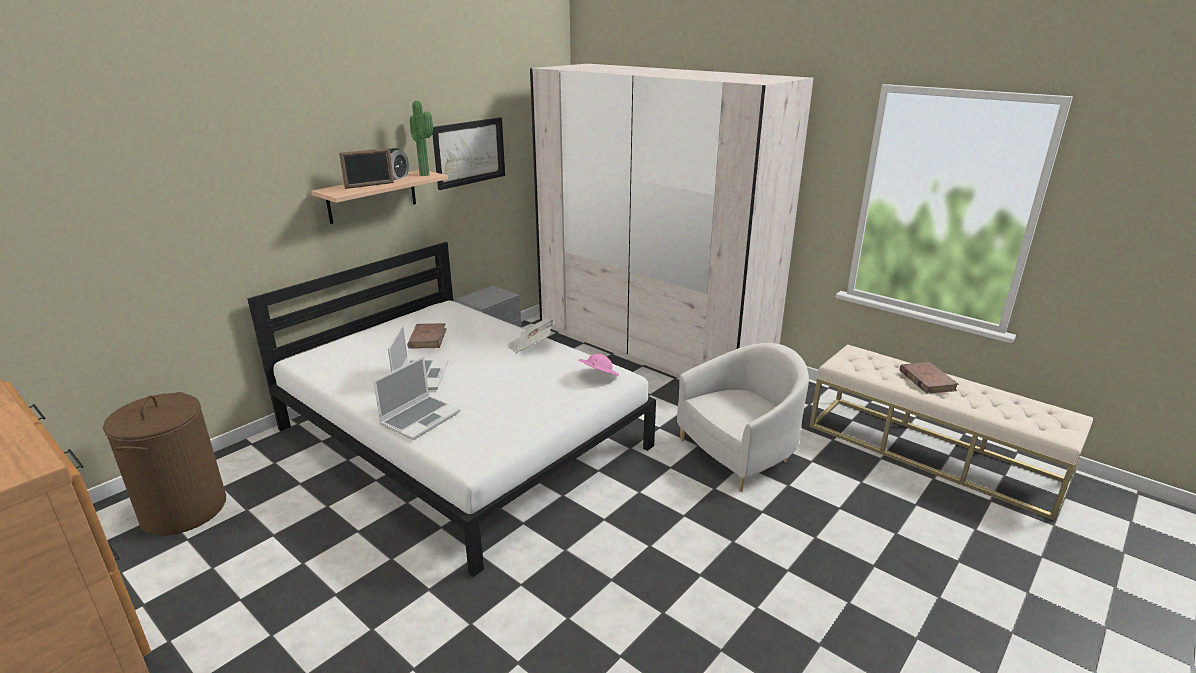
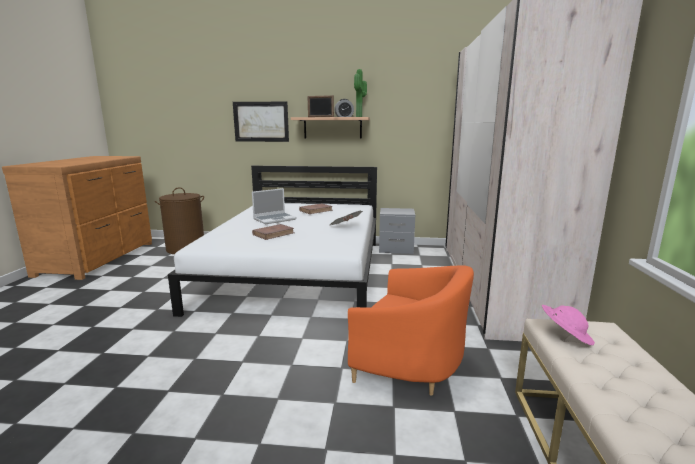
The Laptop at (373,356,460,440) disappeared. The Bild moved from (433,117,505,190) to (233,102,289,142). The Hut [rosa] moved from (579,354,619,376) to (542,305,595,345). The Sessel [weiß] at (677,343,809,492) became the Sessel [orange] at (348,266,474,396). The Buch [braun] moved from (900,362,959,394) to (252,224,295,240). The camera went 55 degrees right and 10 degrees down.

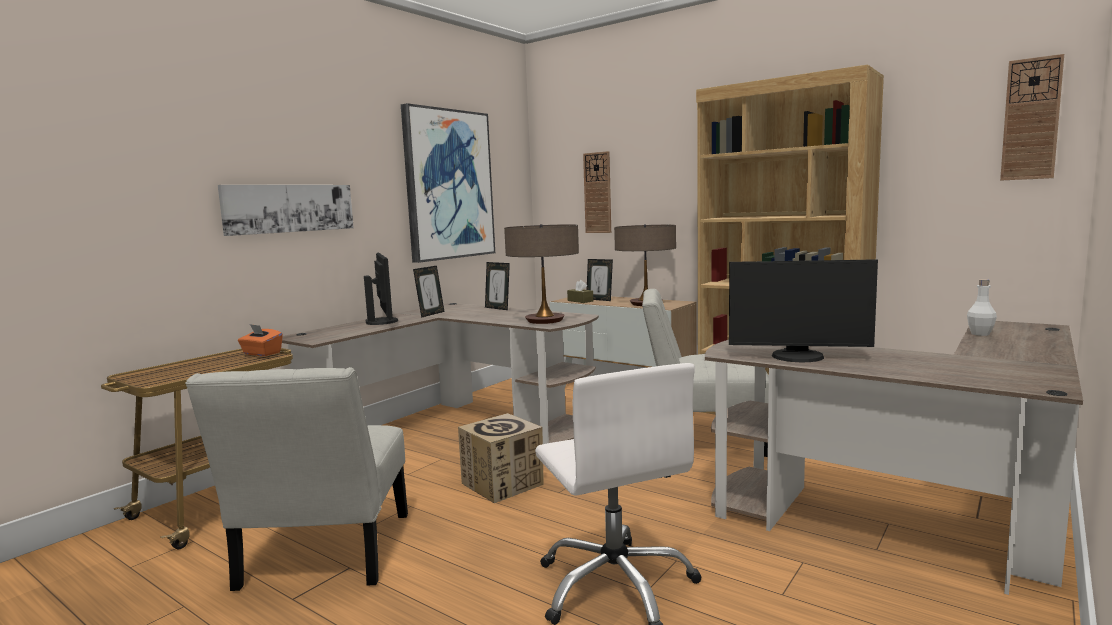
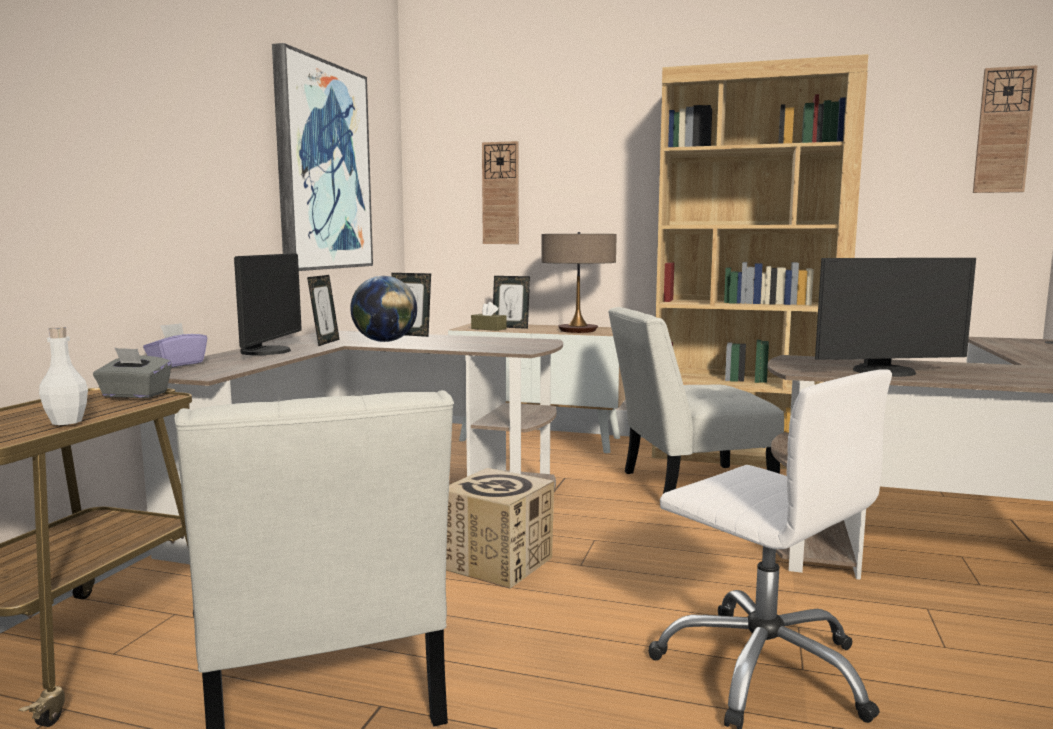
The Bild at (218,185,354,236) disappeared. The Taschentuchbox [orange] at (238,324,283,356) became the Taschentuchbox [grau] at (93,348,172,398). The Monitor at (364,253,398,325) turned 45 degrees clockwise. The Tischlampe at (504,224,579,324) disappeared. The Flasche [weiß] moved from (967,279,997,336) to (39,327,88,425). The Taschentuchbox [lila] at (143,323,207,367) appeared. The Globus at (350,276,417,342) appeared. The camera went 20 degrees left and 0 degrees up.

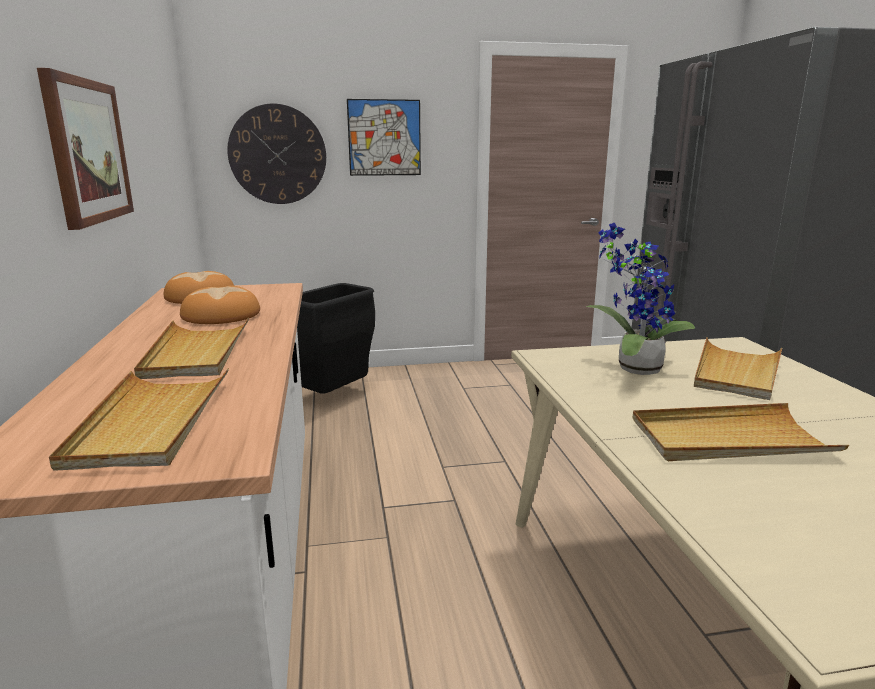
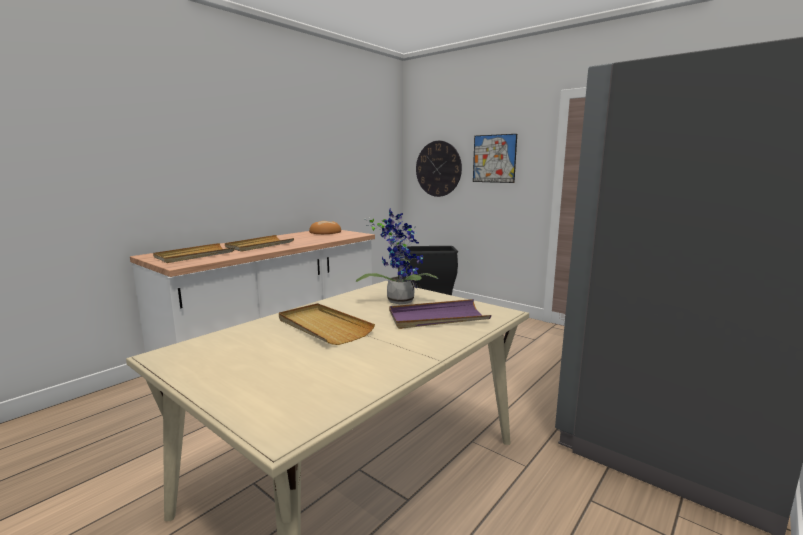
The Bild at (37,68,134,230) disappeared. The Brot at (180,286,260,324) disappeared. The Tablett [beige] at (694,337,782,400) became the Tablett [lila] at (389,299,491,329). The camera went 50 degrees right and 5 degrees down.

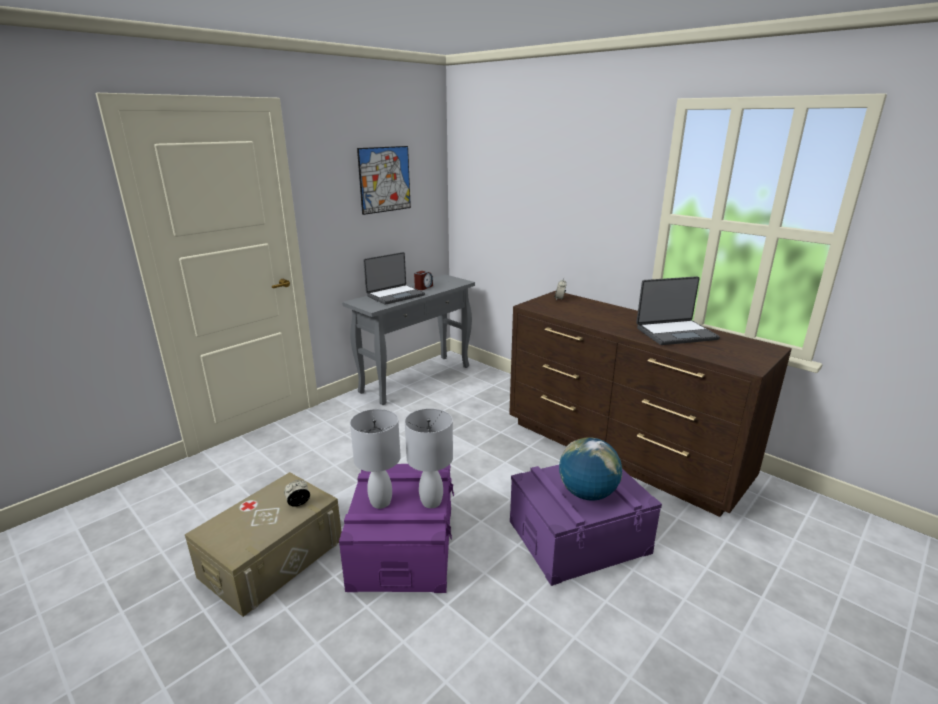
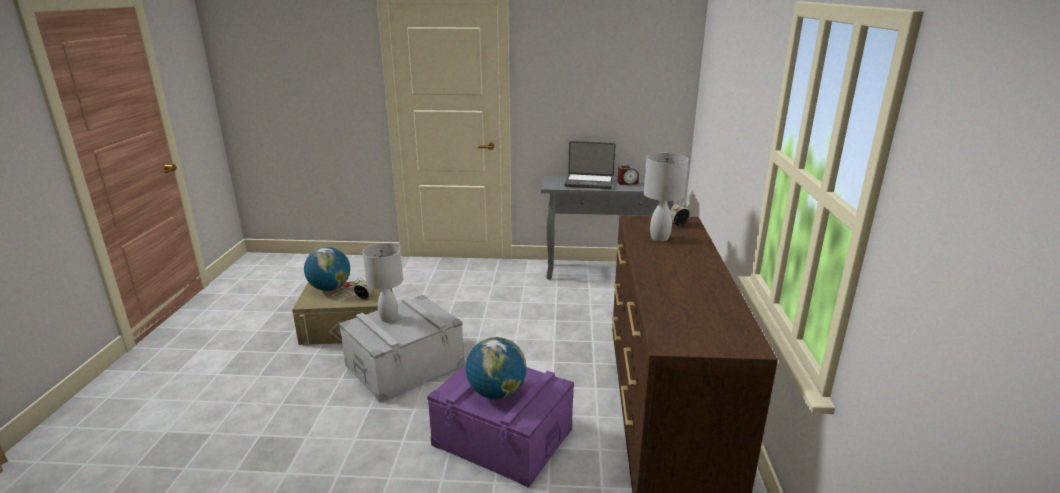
The Aufbewahrungsbox [lila] at (339,464,454,593) became the Aufbewahrungsbox [grau] at (339,295,465,402). The Bild at (357,146,411,215) disappeared. The Tischlampe [weiß] moved from (405,408,453,508) to (644,153,688,242). The Laptop at (636,276,720,345) disappeared. The Globus at (304,247,350,291) appeared. The camera went 50 degrees right and 0 degrees up.

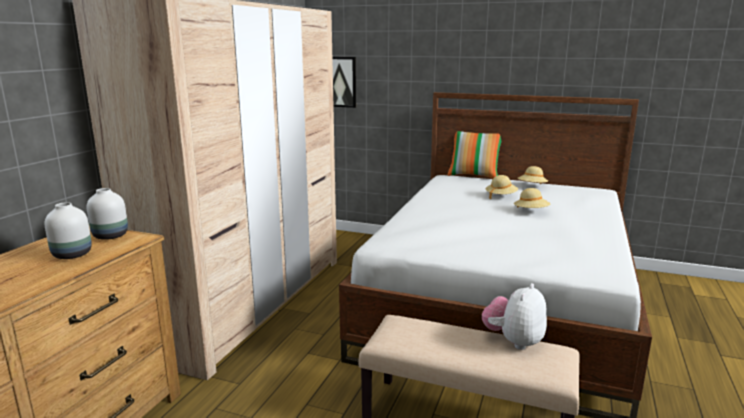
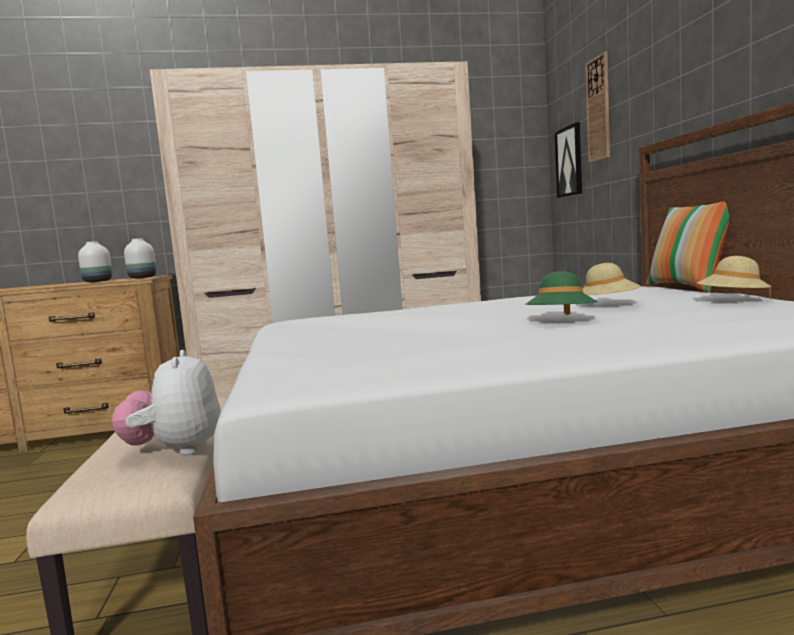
The Plüschtier at (482,283,547,350) turned 105 degrees counterclockwise. The Hut [beige] at (514,188,550,208) became the Hut [grün] at (526,271,597,315). The Wanduhr at (585,51,610,163) appeared. The camera went 60 degrees right and 10 degrees down.

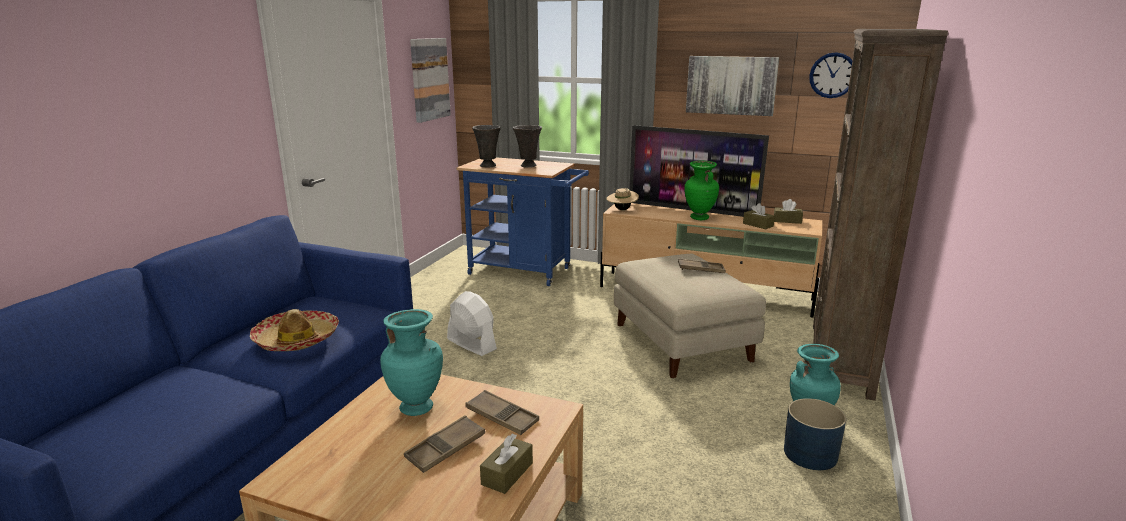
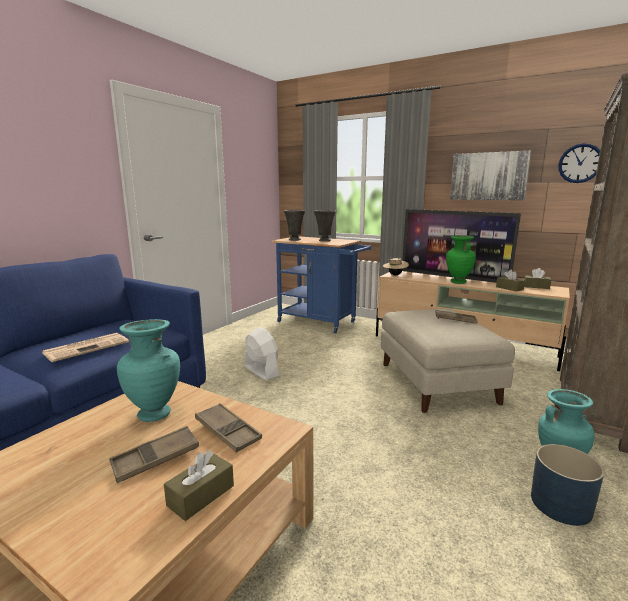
The Hut at (250,309,339,351) was replaced by the Zeitung at (42,333,129,362). The Bild at (410,38,451,123) disappeared. The camera went 10 degrees right and 5 degrees down.

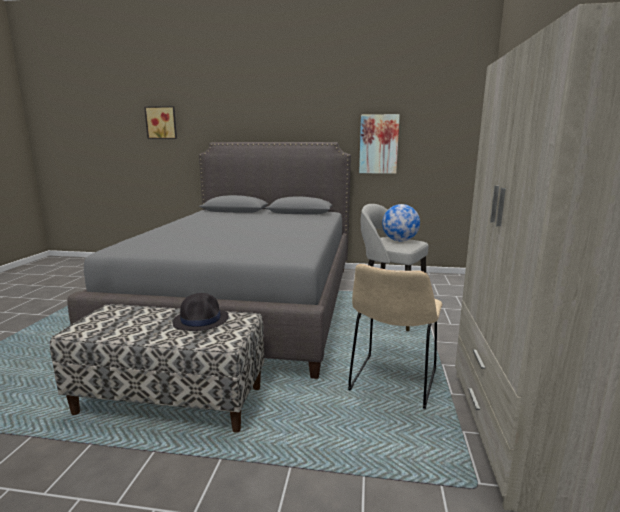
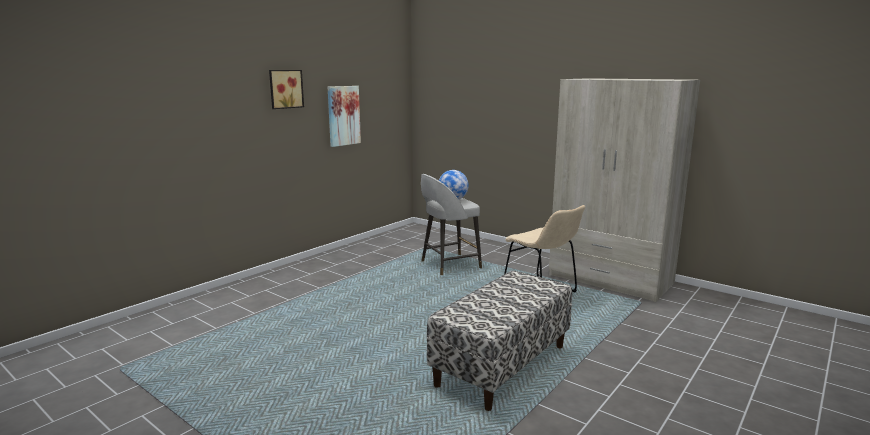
The Bett [grau] at (67,142,351,379) disappeared. The Bild moved from (144,106,177,139) to (269,70,304,109). The Hut [schwarz] at (172,293,229,331) disappeared. The camera went 60 degrees left and 0 degrees up.

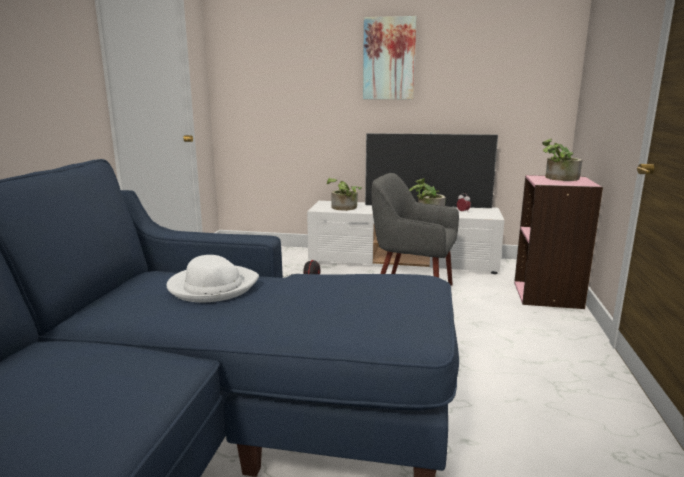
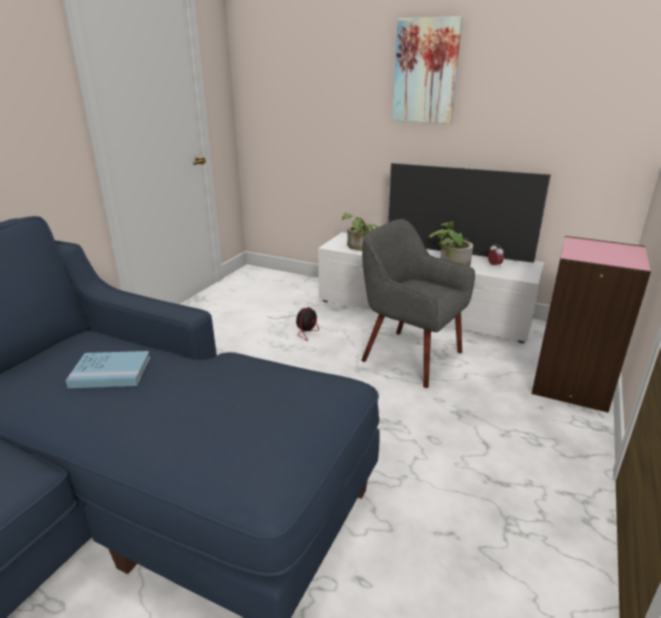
The Hut [weiß] at (166,255,259,302) was replaced by the Buch [blau] at (66,351,151,388). The Topfpflanze at (542,139,583,181) disappeared. The camera went 15 degrees right and 10 degrees up.

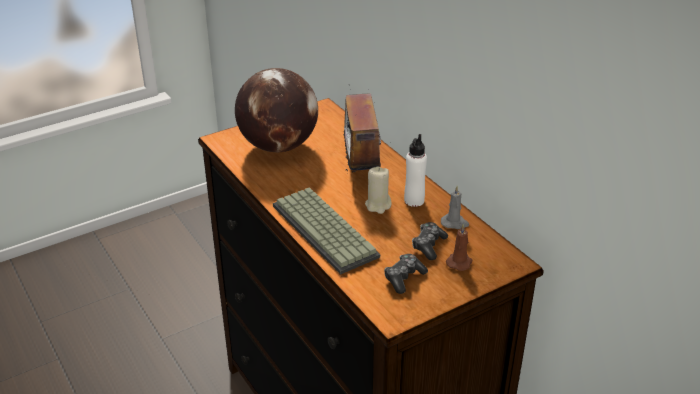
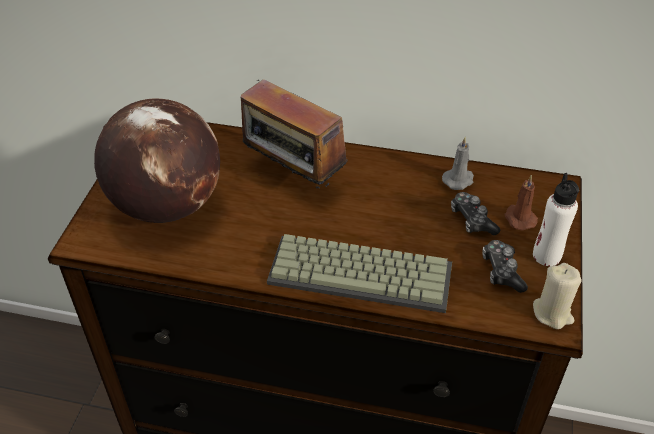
The Kerze [beige] moved from (365,166,391,214) to (533,263,582,329). The Flasche [weiß] moved from (404,134,427,207) to (533,173,579,266). The camera went 45 degrees left and 10 degrees up.

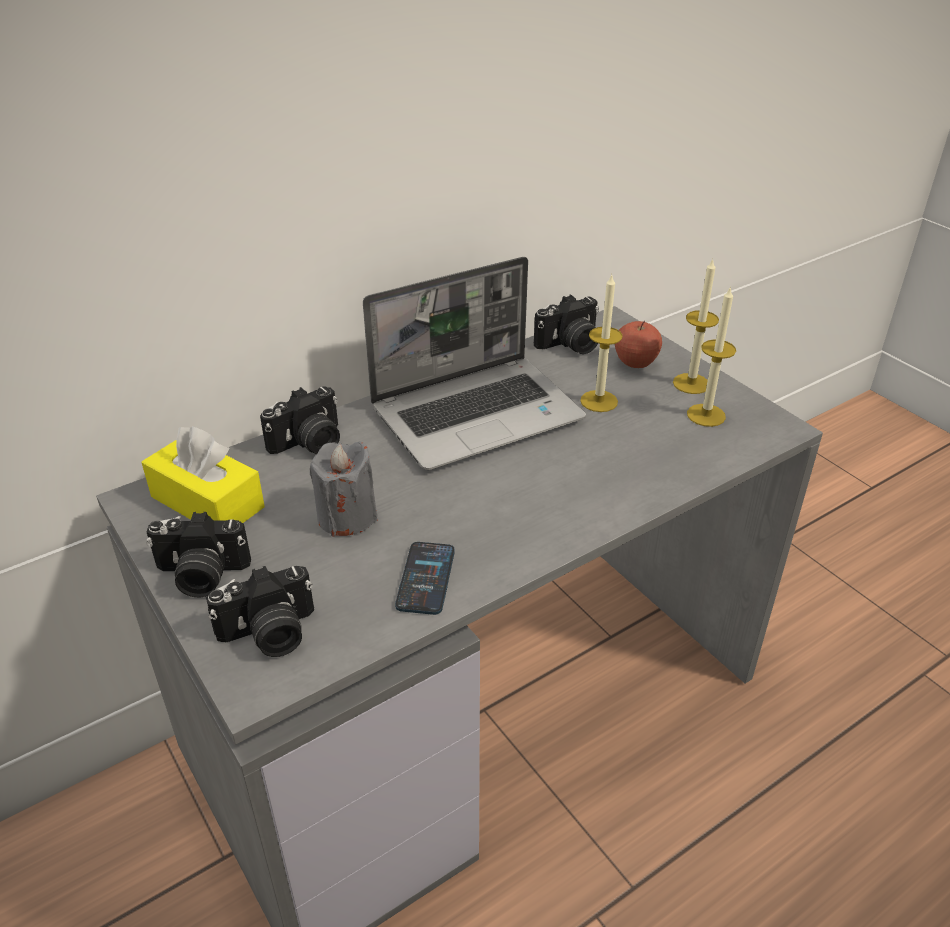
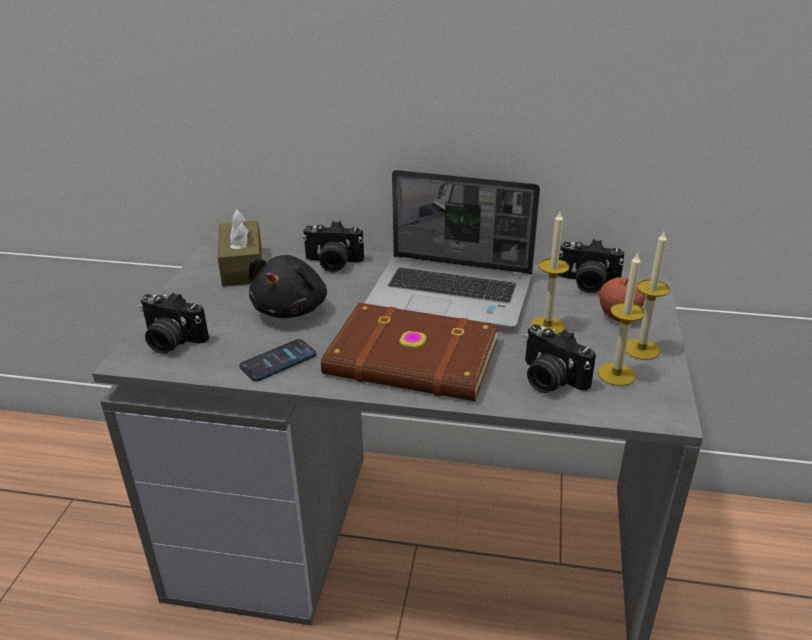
The Taschentuchbox [gelb] at (142,426,265,523) became the Taschentuchbox [braun] at (217,208,262,286). The Kamera moved from (146,512,251,598) to (525,324,596,393). The Kerze [grau] at (310,442,377,537) was replaced by the Plüschtier [schwarz] at (248,255,327,318). The Buch [braun] at (321,303,499,401) appeared. The camera went 45 degrees right and 5 degrees down.

